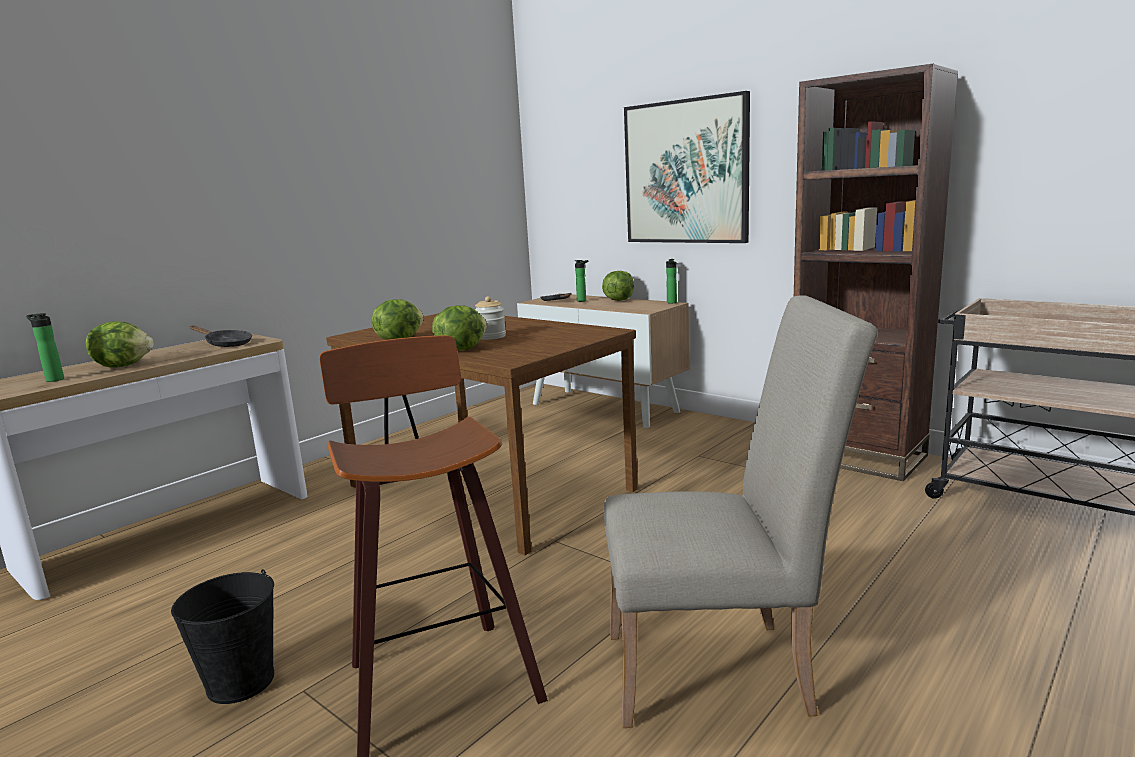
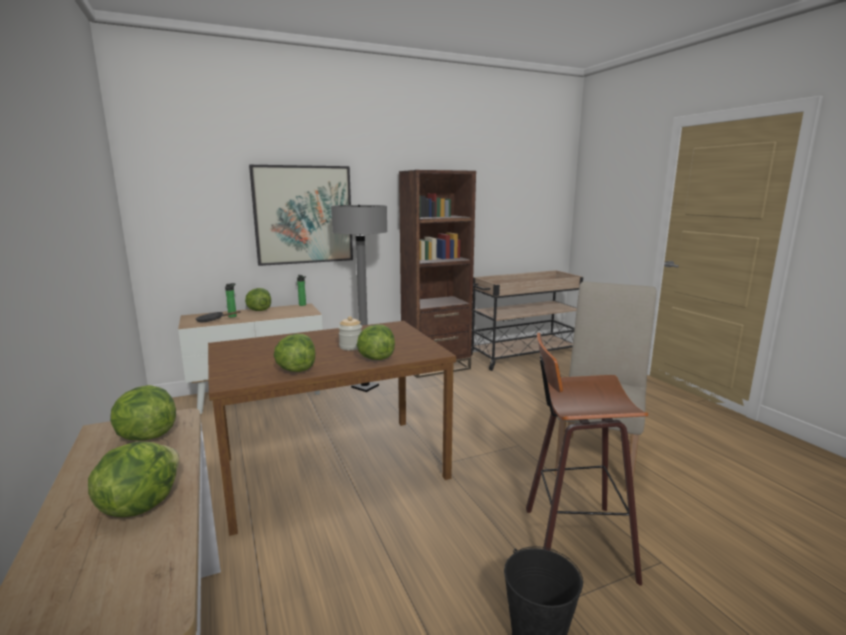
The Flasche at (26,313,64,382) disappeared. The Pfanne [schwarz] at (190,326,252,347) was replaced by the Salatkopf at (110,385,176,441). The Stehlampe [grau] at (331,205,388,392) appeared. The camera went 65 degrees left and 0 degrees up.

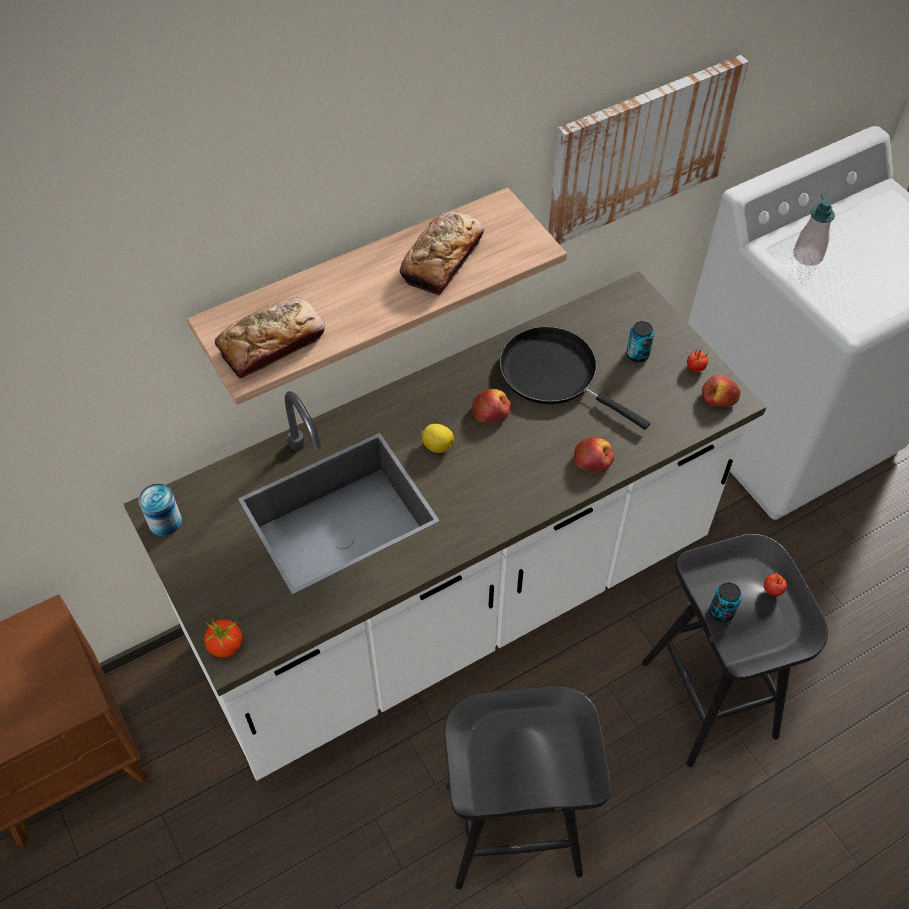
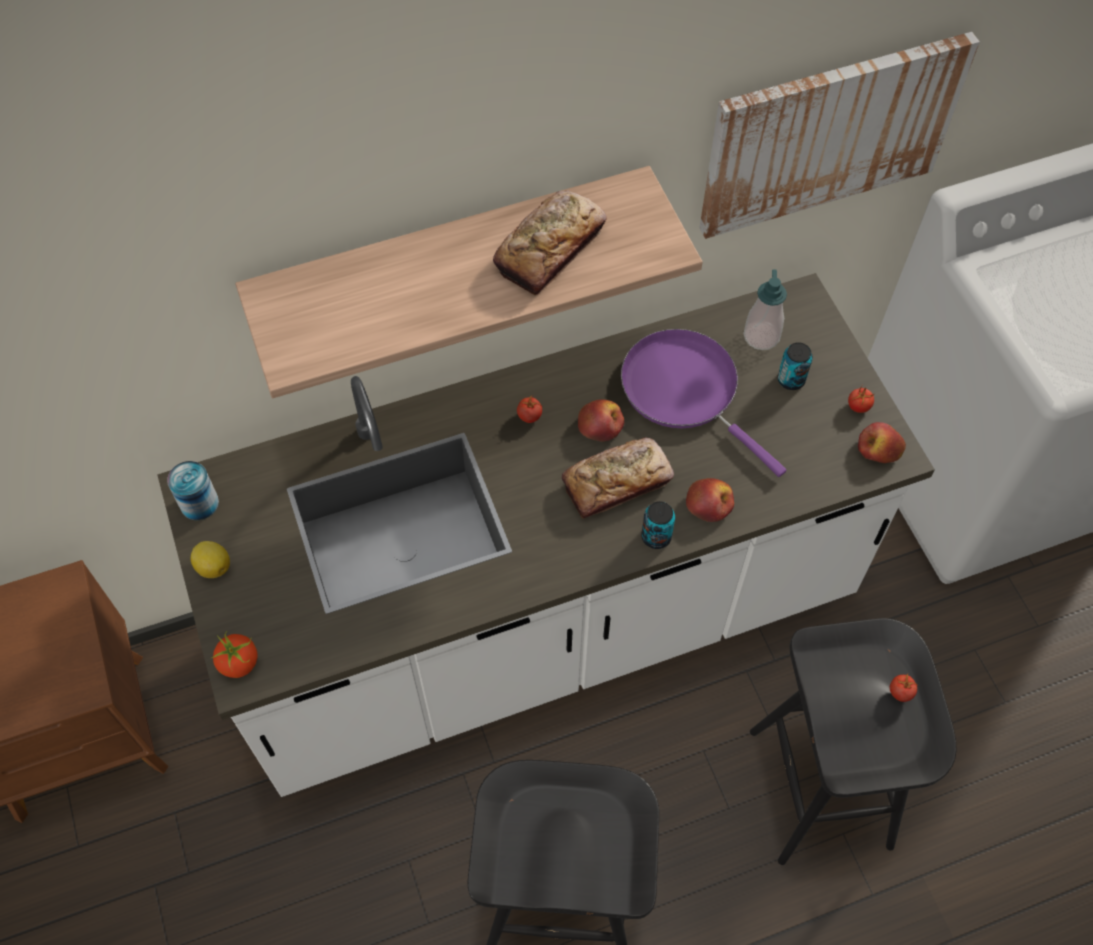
The Brot moved from (215,298,325,378) to (562,437,674,518). The Zitrone moved from (421,424,454,453) to (191,541,230,578). The Pfanne [schwarz] at (500,326,650,430) became the Pfanne [lila] at (621,329,786,477). The Dose moved from (709,582,742,622) to (641,501,675,549). The Seifenspender moved from (793,194,835,266) to (744,269,787,350). The Tomate at (517,395,542,423) appeared. The camera went 10 degrees right and 5 degrees up.

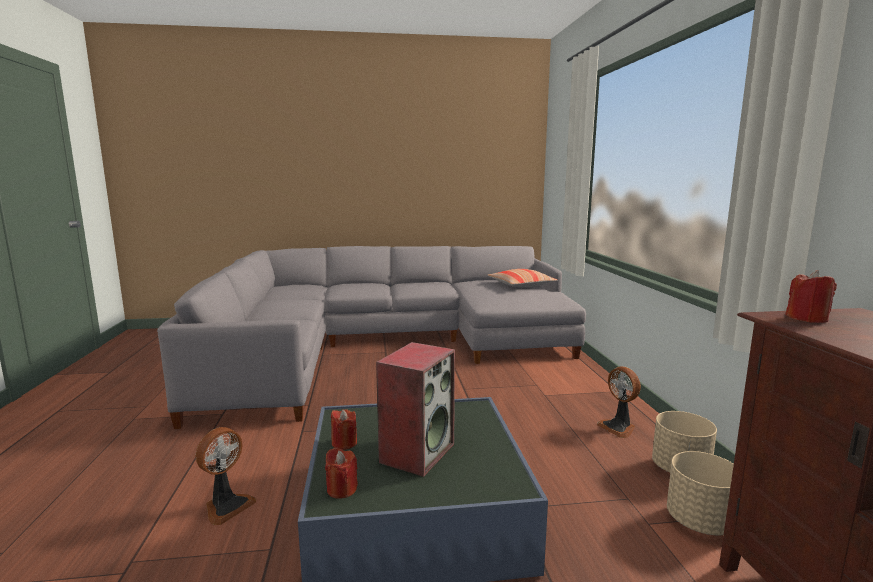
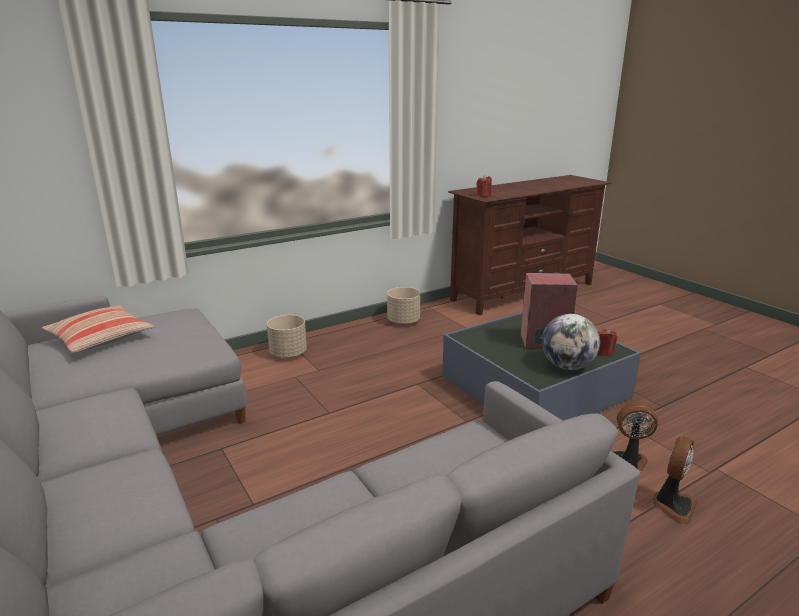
The Kerze [rot] at (331,409,357,450) was replaced by the Globus at (542,314,600,370). The Ventilator moved from (596,366,641,438) to (652,436,697,525). The Pflanzkübel [beige] moved from (667,451,734,535) to (267,315,307,358). The camera went 115 degrees left and 10 degrees up.

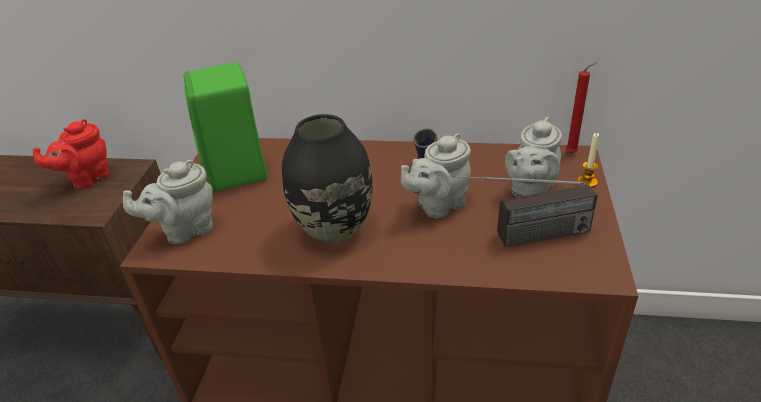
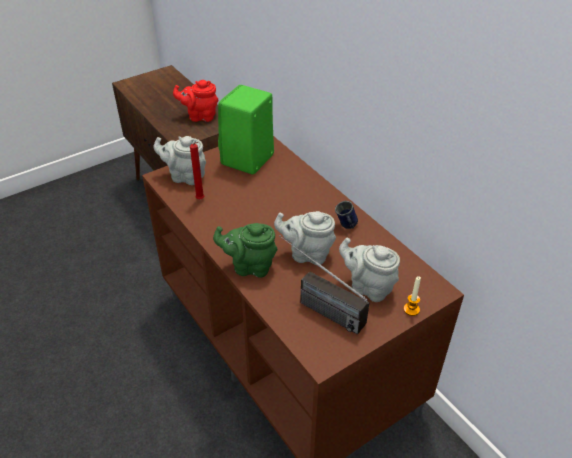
The Vase [schwarz] at (282,114,372,243) disappeared. The Teekanne [grau] at (505,117,562,197) turned 45 degrees clockwise. The Kerze [rot] moved from (566,62,598,154) to (190,142,204,199). The Teekanne [grün] at (213,223,278,278) appeared. The camera went 45 degrees right and 5 degrees up.

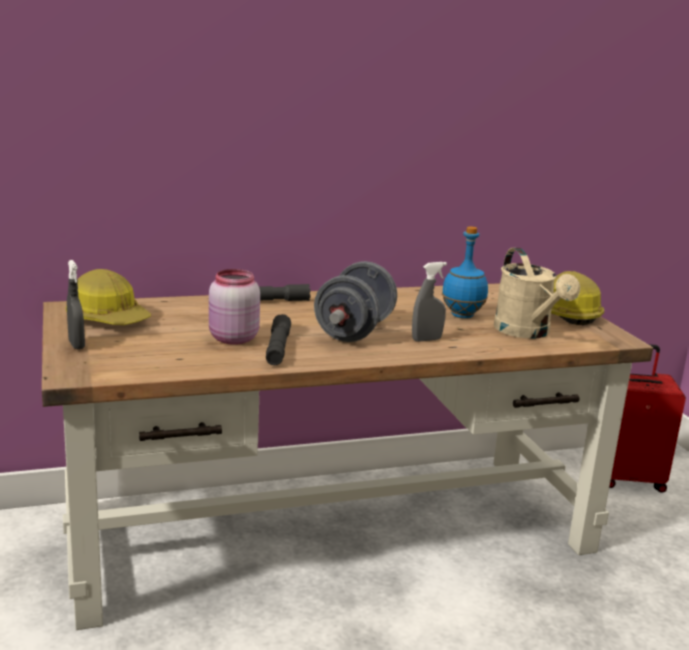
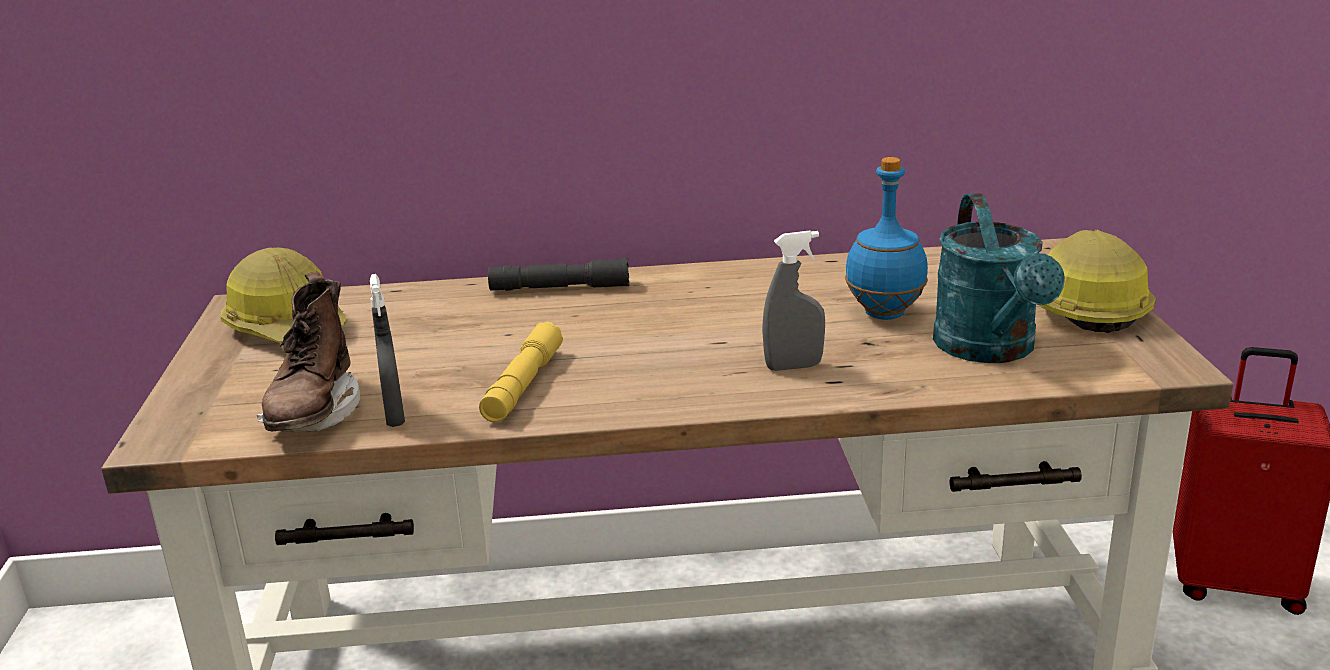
The Sprühflasche [grau] moved from (67,260,85,349) to (370,274,405,427). The Vorratsglas [rosa] at (209,269,260,345) disappeared. The Taschenlampe [grau] at (266,314,291,365) became the Taschenlampe [gelb] at (479,322,563,422). The Hantel [grau] at (314,261,397,342) disappeared. The Gießkanne [beige] at (494,248,580,339) became the Gießkanne [türkis] at (933,193,1065,363). The Stiefel [braun] at (257,271,360,432) appeared. The camera went 15 degrees right and 5 degrees up.

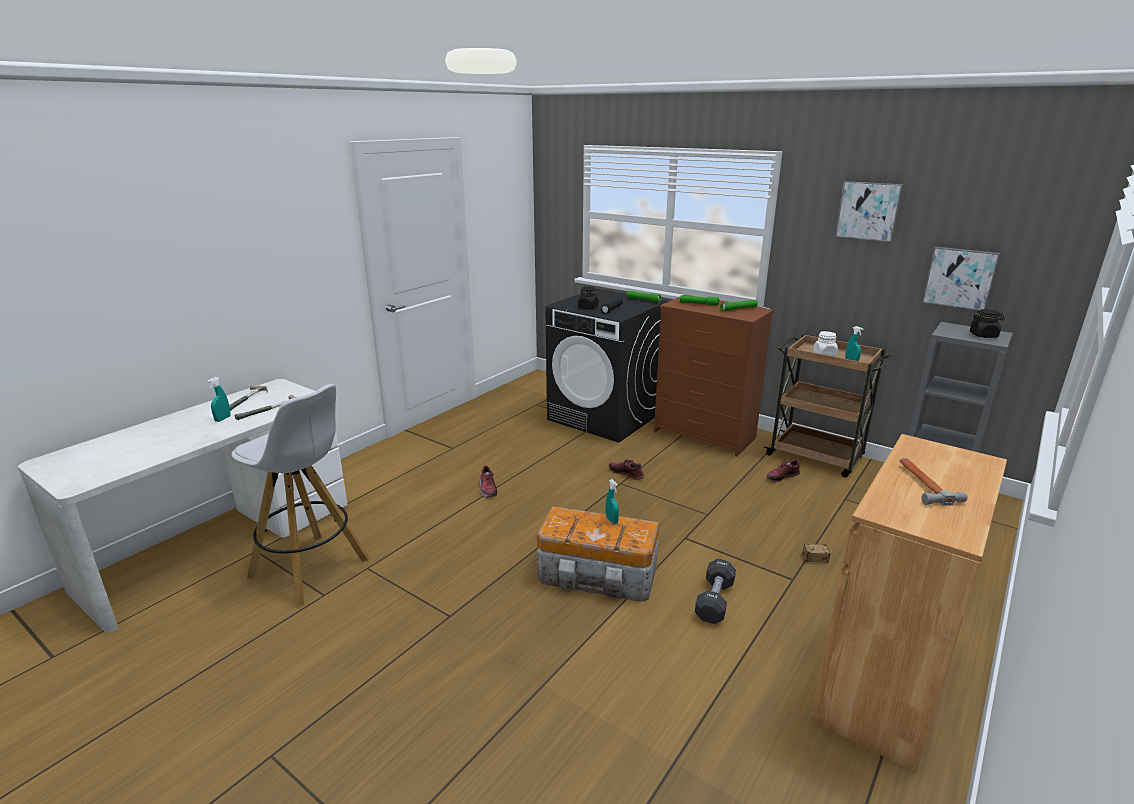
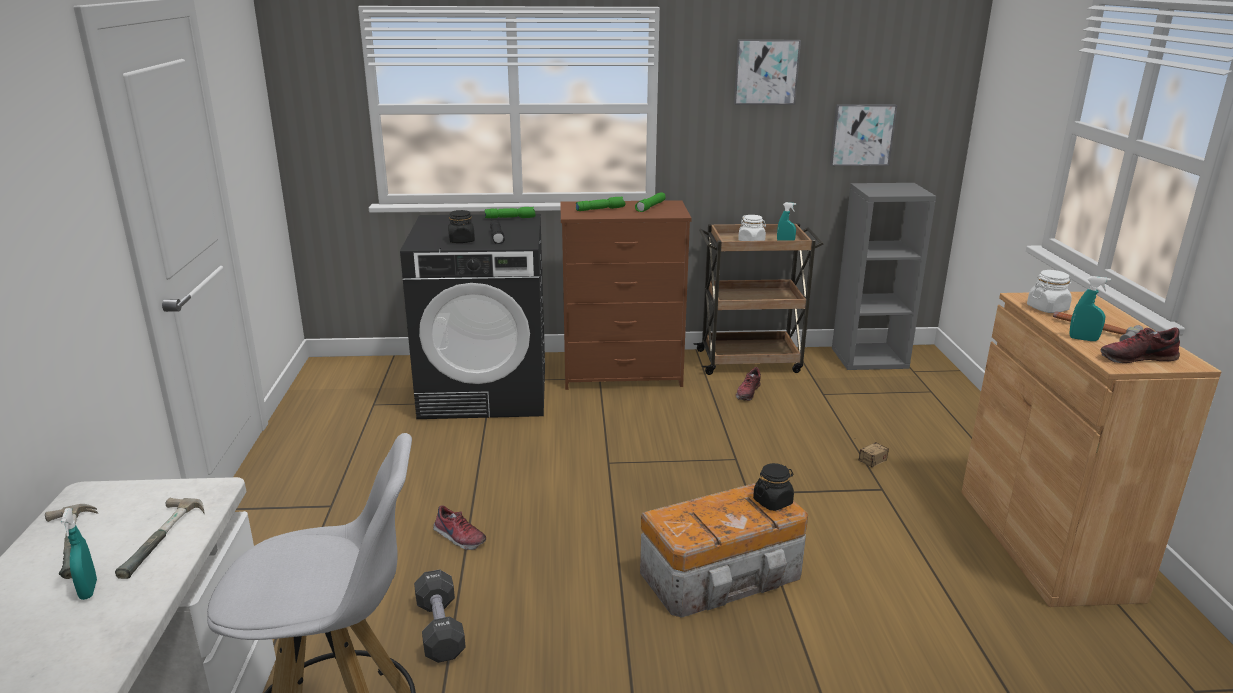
The Sprühflasche [türkis] moved from (606,479,619,524) to (1069,276,1111,341). The Schuh moved from (609,460,644,480) to (1100,327,1180,363). The Hantel [schwarz] moved from (695,558,736,624) to (414,569,466,663). The Vorratsglas [schwarz] moved from (970,309,1005,338) to (753,463,794,511). The Vorratsglas [weiß] at (1027,270,1072,313) appeared. The camera went 40 degrees left and 0 degrees up.

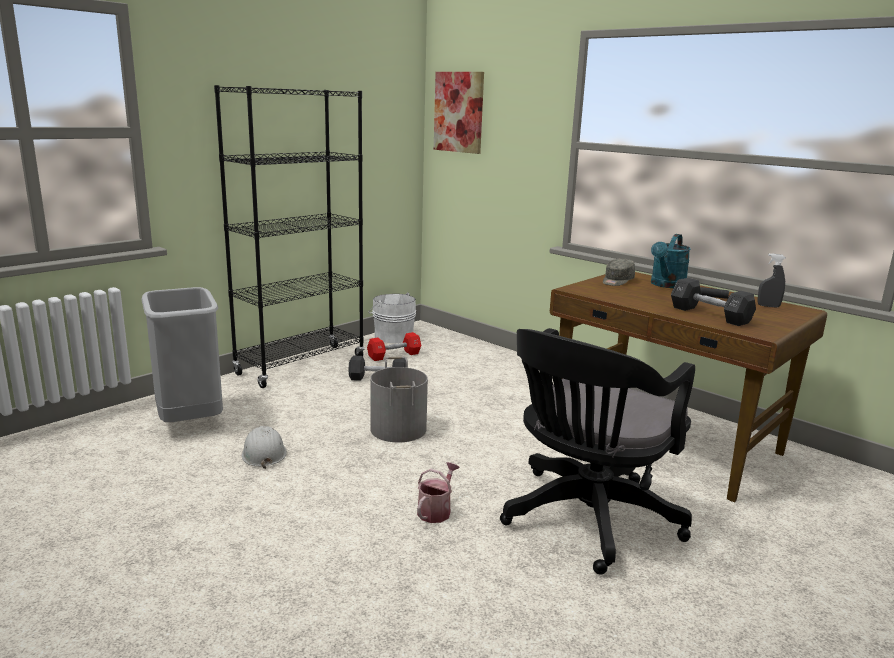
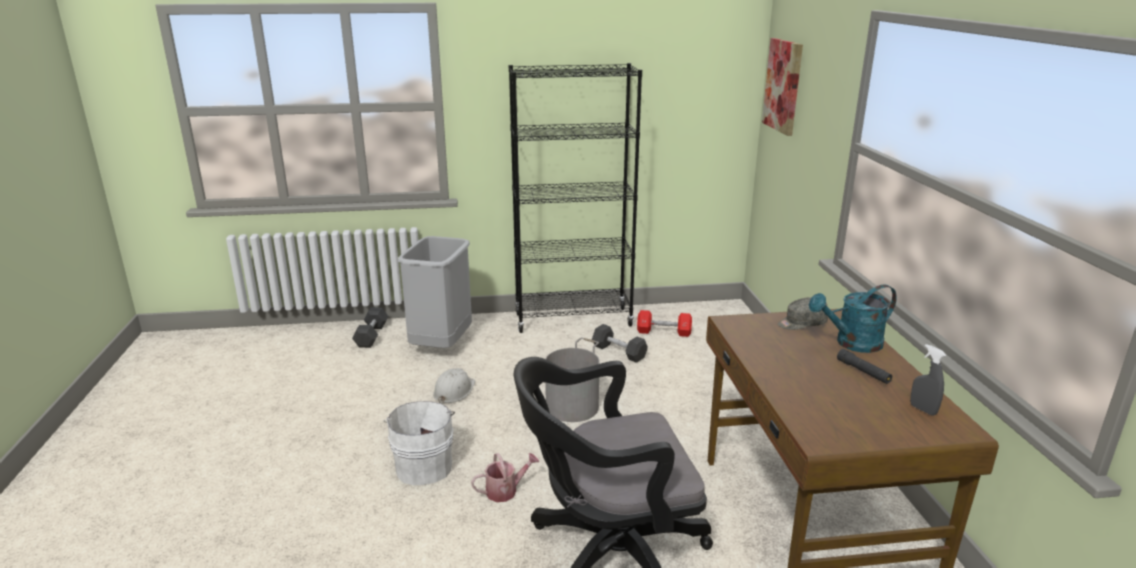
The Eimer [weiß] moved from (368,293,416,343) to (383,401,455,485). The Hantel [schwarz] moved from (671,278,756,326) to (352,307,389,348). The camera went 40 degrees right and 5 degrees up.

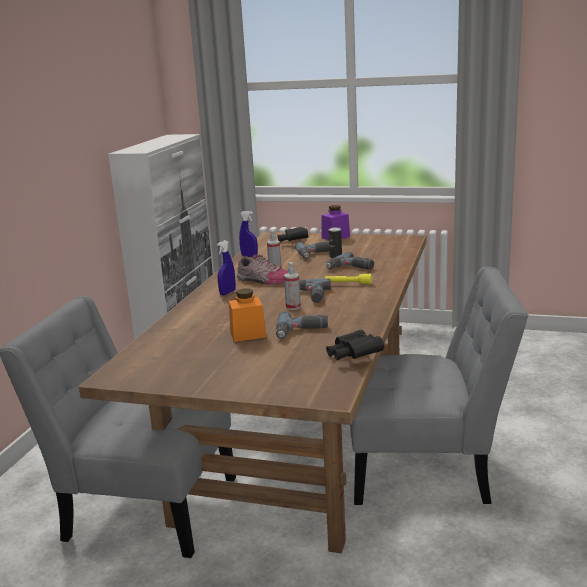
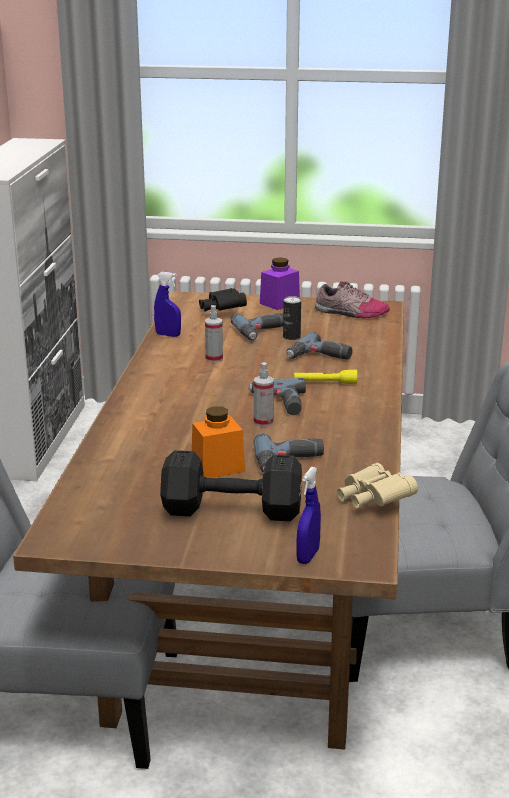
The Sprühflasche [blau] moved from (217,240,236,295) to (296,467,321,564). The Schuh moved from (237,254,288,285) to (315,281,390,318). The Fernglas [schwarz] at (326,330,384,361) became the Fernglas [beige] at (337,463,418,509). The Hantel [schwarz] at (160,450,302,521) appeared. The camera went 10 degrees left and 5 degrees up.

